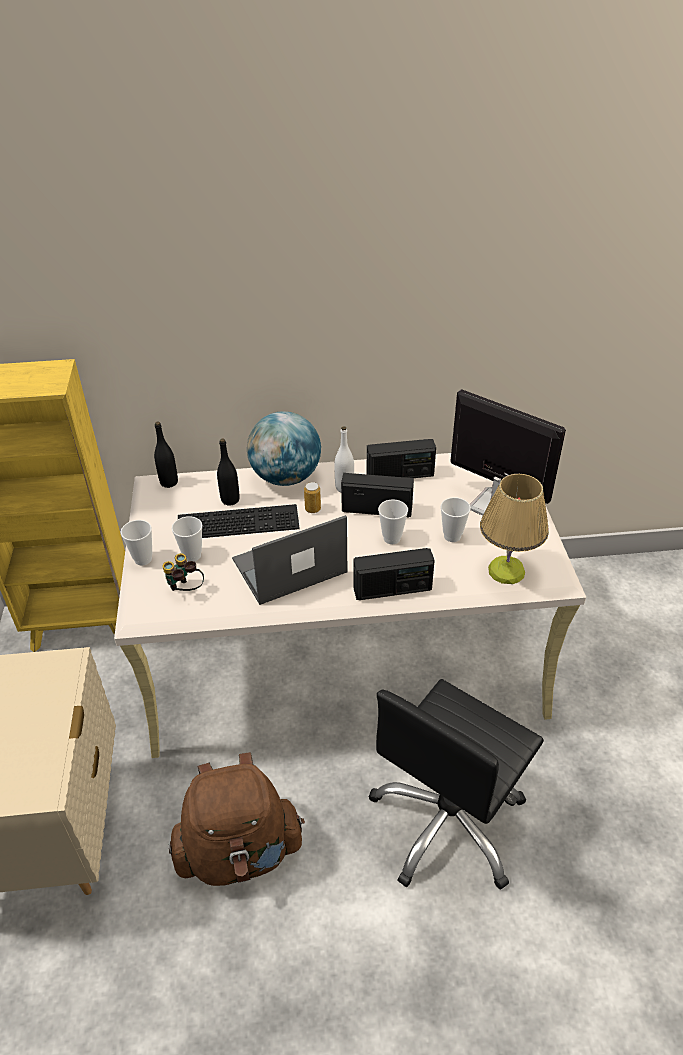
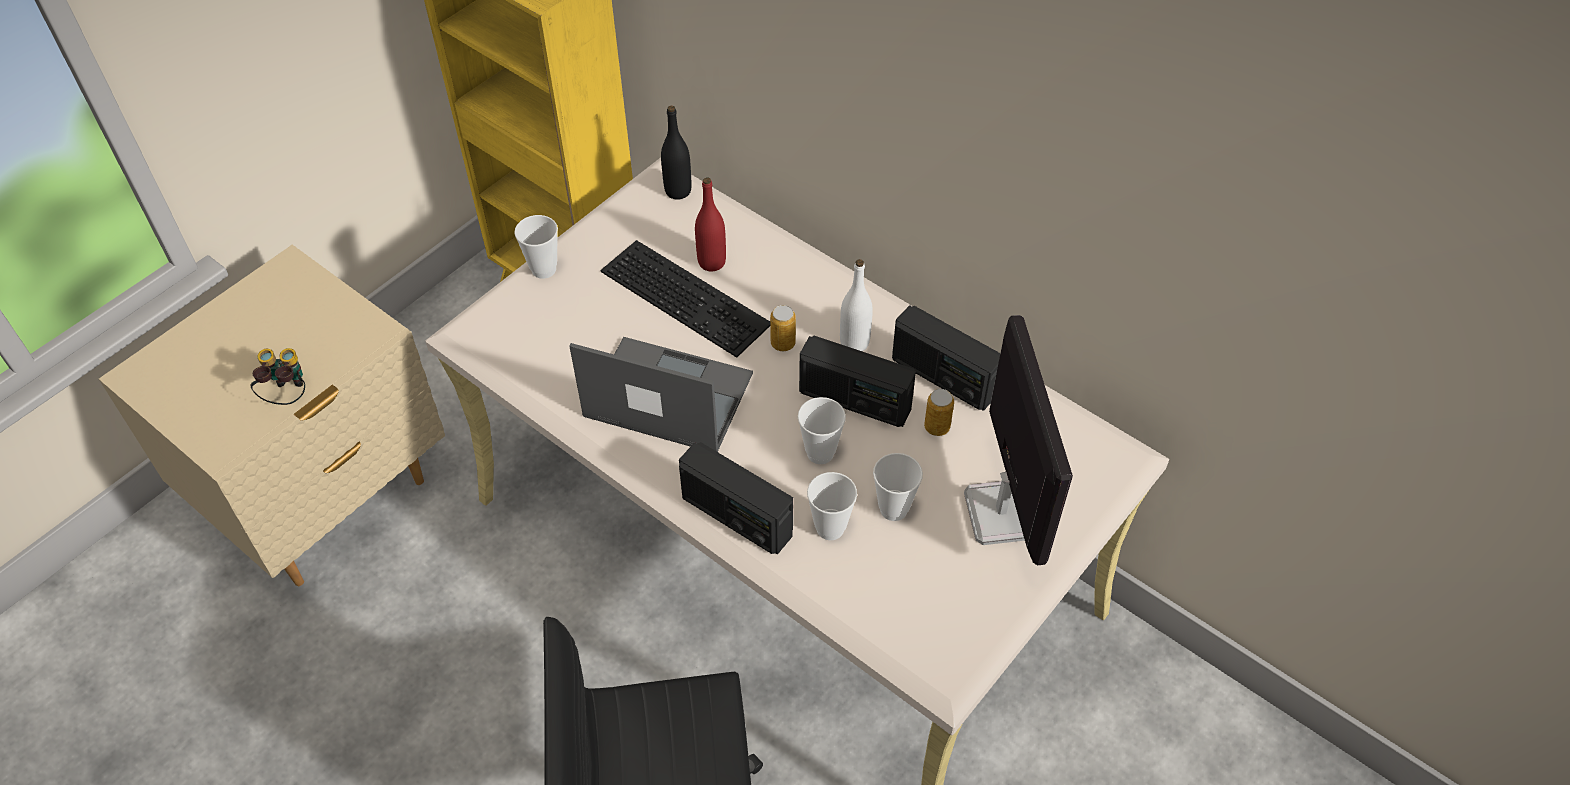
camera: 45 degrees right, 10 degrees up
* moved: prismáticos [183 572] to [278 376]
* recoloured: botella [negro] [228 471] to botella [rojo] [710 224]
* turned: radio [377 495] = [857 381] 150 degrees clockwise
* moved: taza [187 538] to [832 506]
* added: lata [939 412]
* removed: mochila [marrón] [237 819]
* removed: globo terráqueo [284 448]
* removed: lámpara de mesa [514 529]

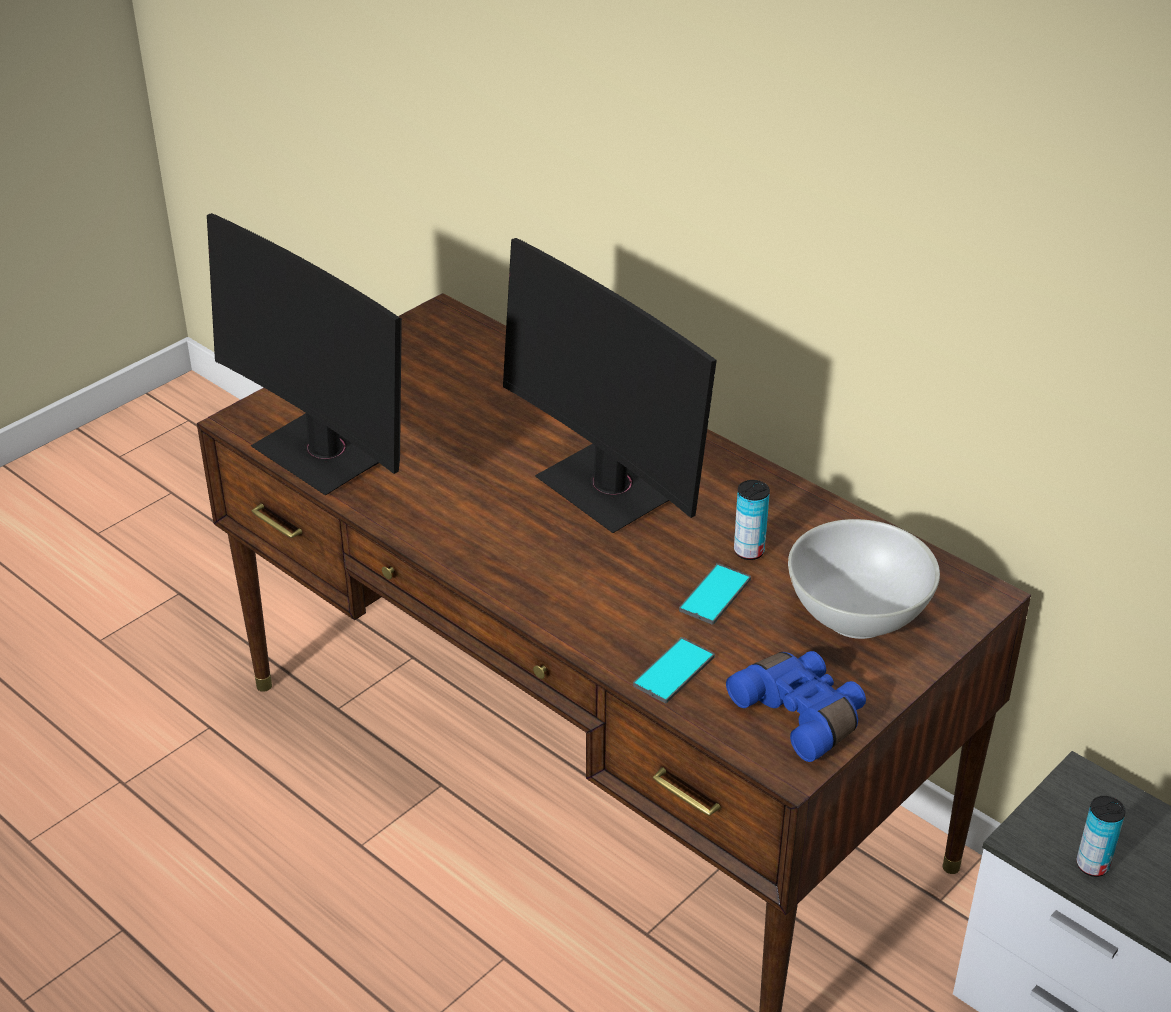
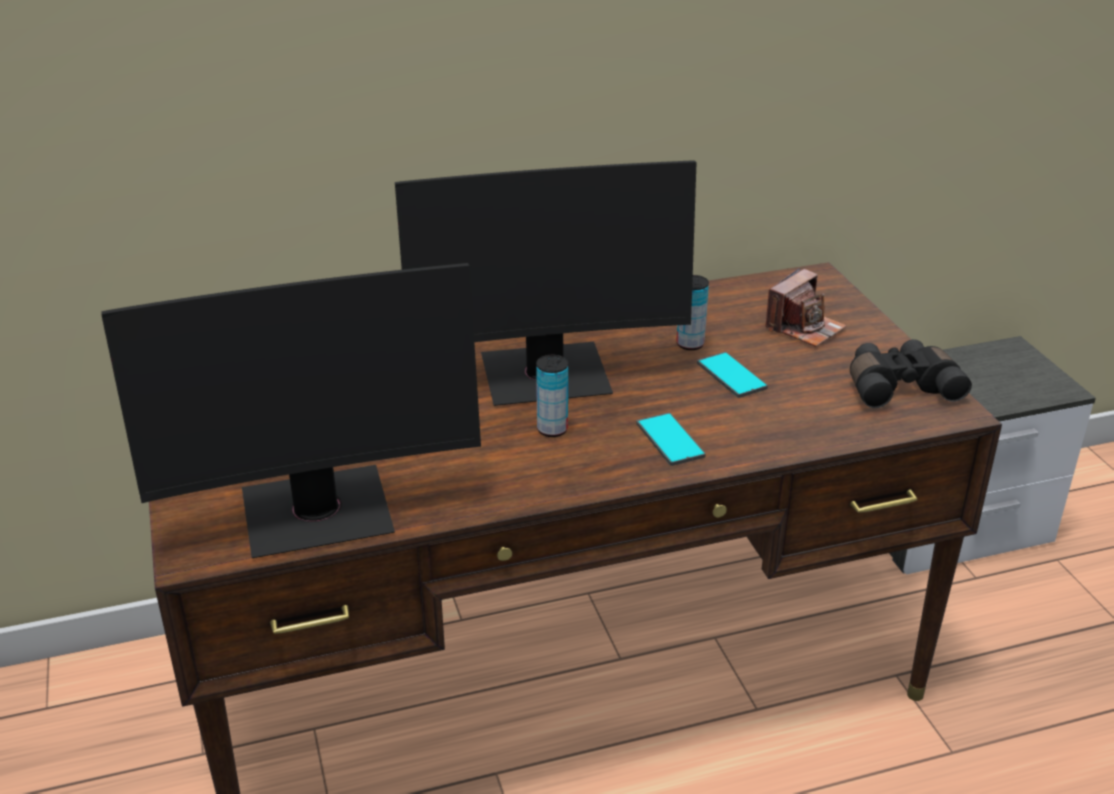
camera: 60 degrees left, 5 degrees down
* moved: lata [1101 836] to [552 396]
* moved: móvil [674 670] to [671 439]
* replaced: cuenco [blanco] [864 579] to cámara [805 307]
* recoloured: prismáticos [azul] [796 706] to prismáticos [negro] [911 373]

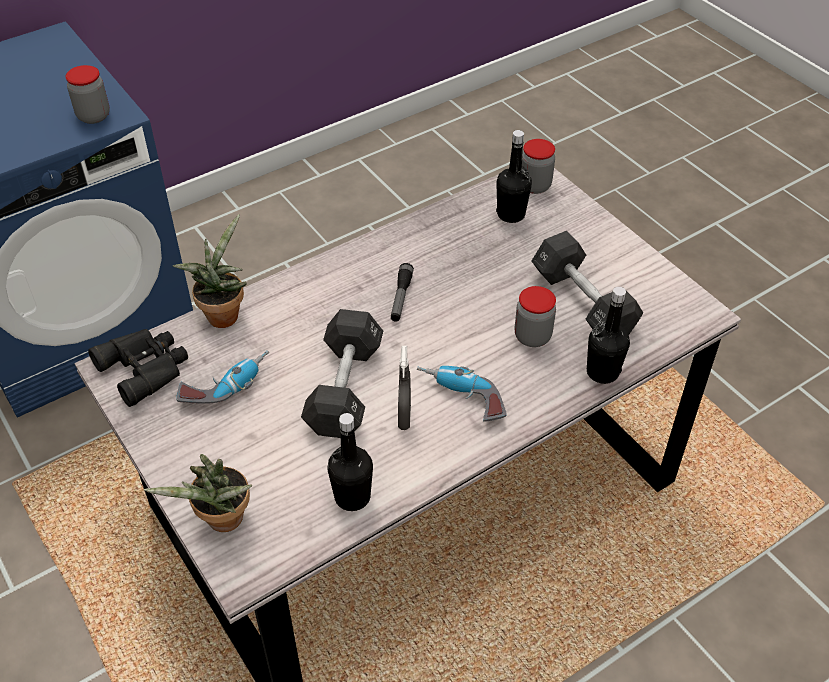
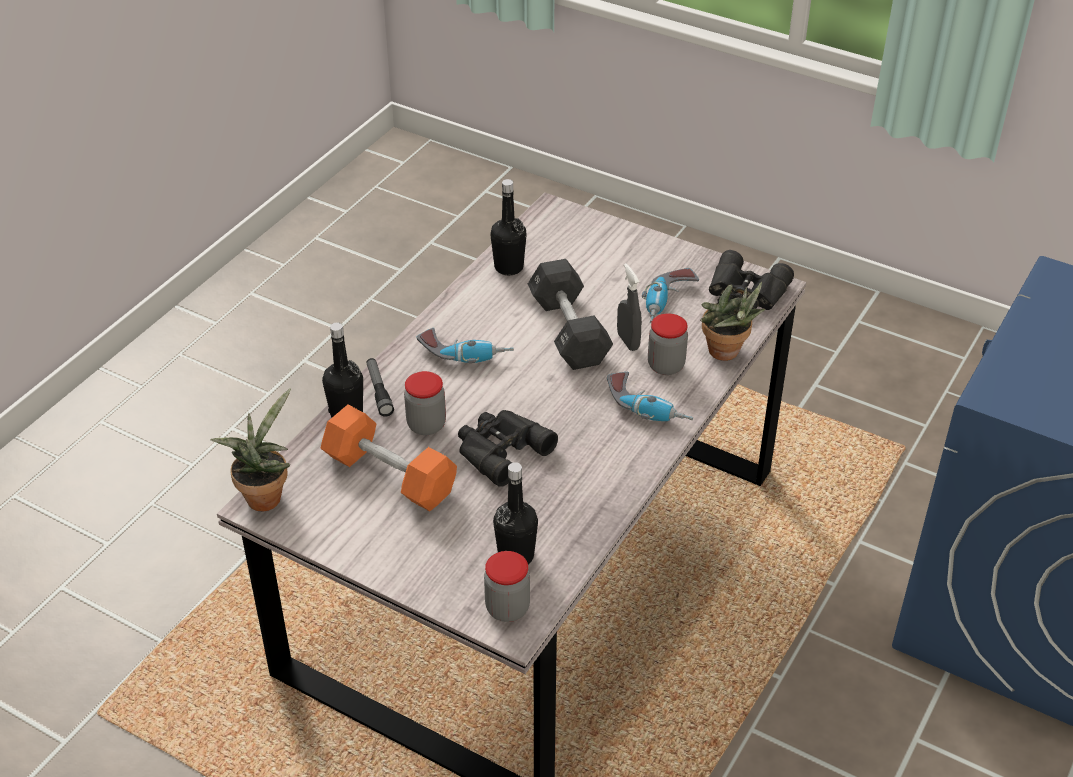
camera: 155 degrees right, 5 degrees down
* moved: planta en maceta [198 493] to [250 450]
* recoloured: mancuerna [negro] [587 282] to mancuerna [naranja] [389 458]
* moved: linterna [402 292] to [380 387]
* added: prismáticos [negro] [508 448]
* added: taladro [650 396]
* moved: pulverizador [gris] [404 388] to [629 307]
* moved: tarro [87 94] to [668 344]

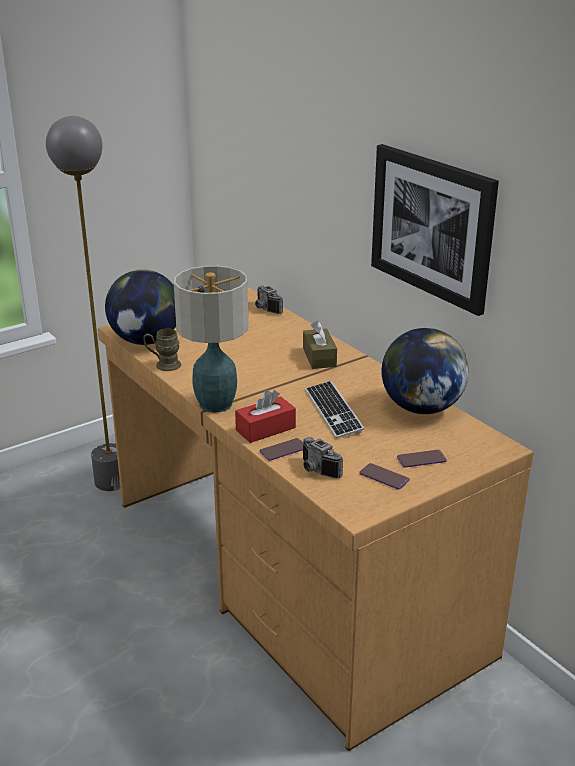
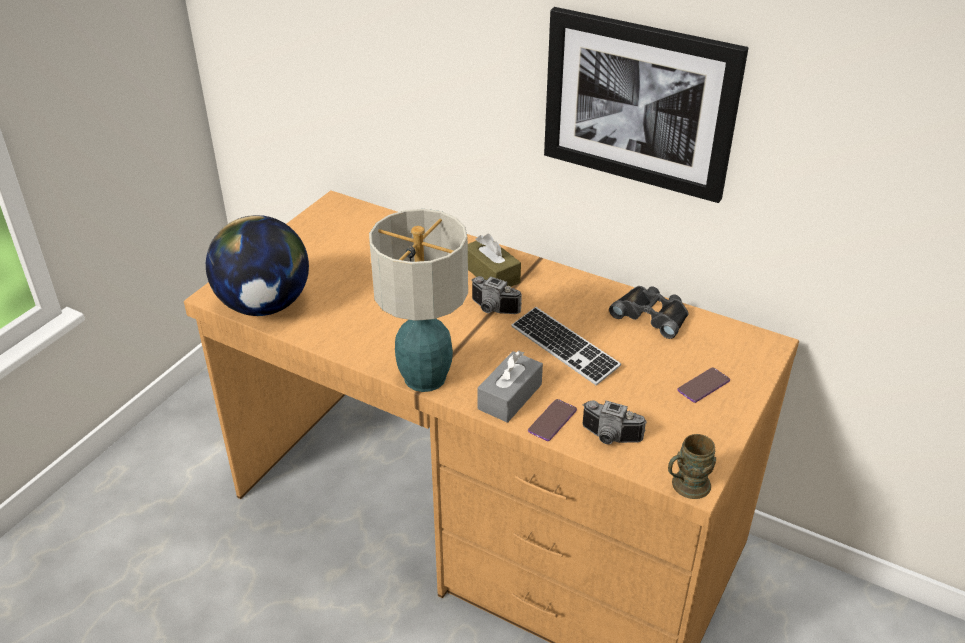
camera: 25 degrees left, 10 degrees up
* moved: cámara [269 300] to [497 295]
* recoloured: caja de pañuelos [rojo] [265 416] to caja de pañuelos [gris] [510 387]
* replaced: globo terráqueo [425 371] to prismáticos [negro] [648 312]
* moved: taza grande [marrón] [162 350] to [692 466]
* removed: lámpara de pie [gris] [83 303]
* removed: móvil [384 476]

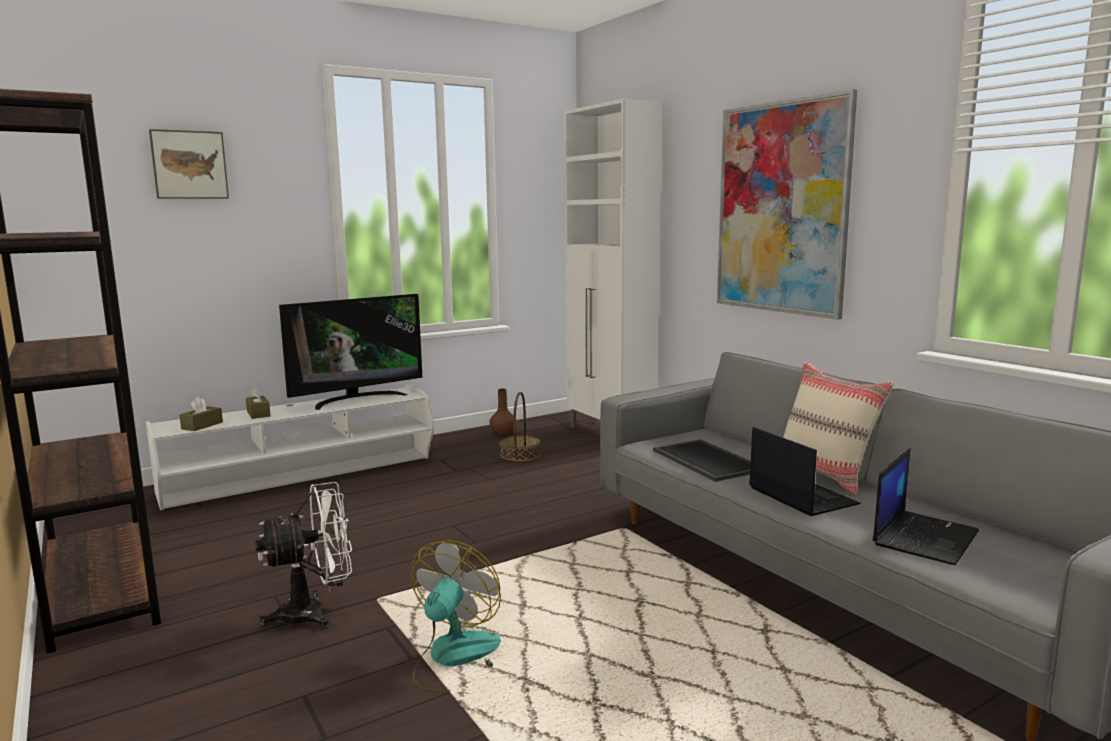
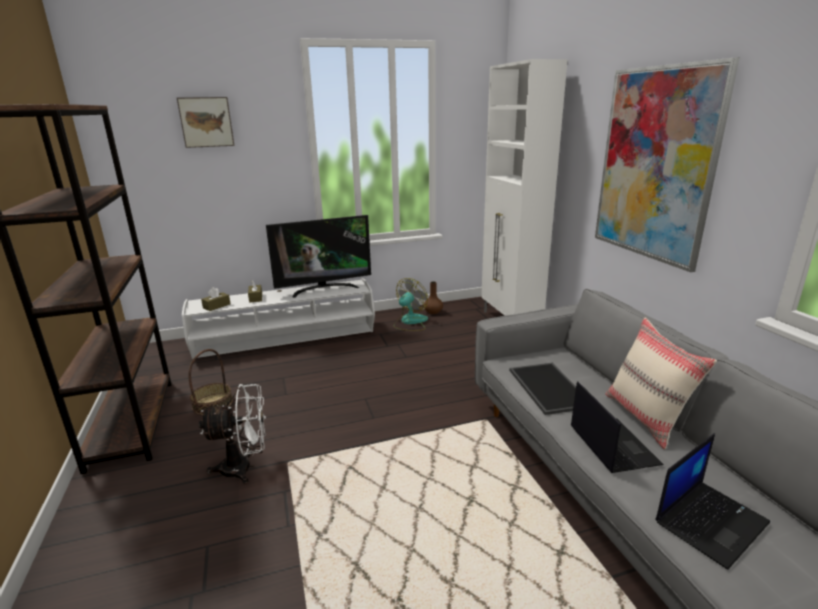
camera: 15 degrees right, 10 degrees up
* moved: cesta [520 427] to [211 382]
* moved: ventilador [456 616] to [410 304]

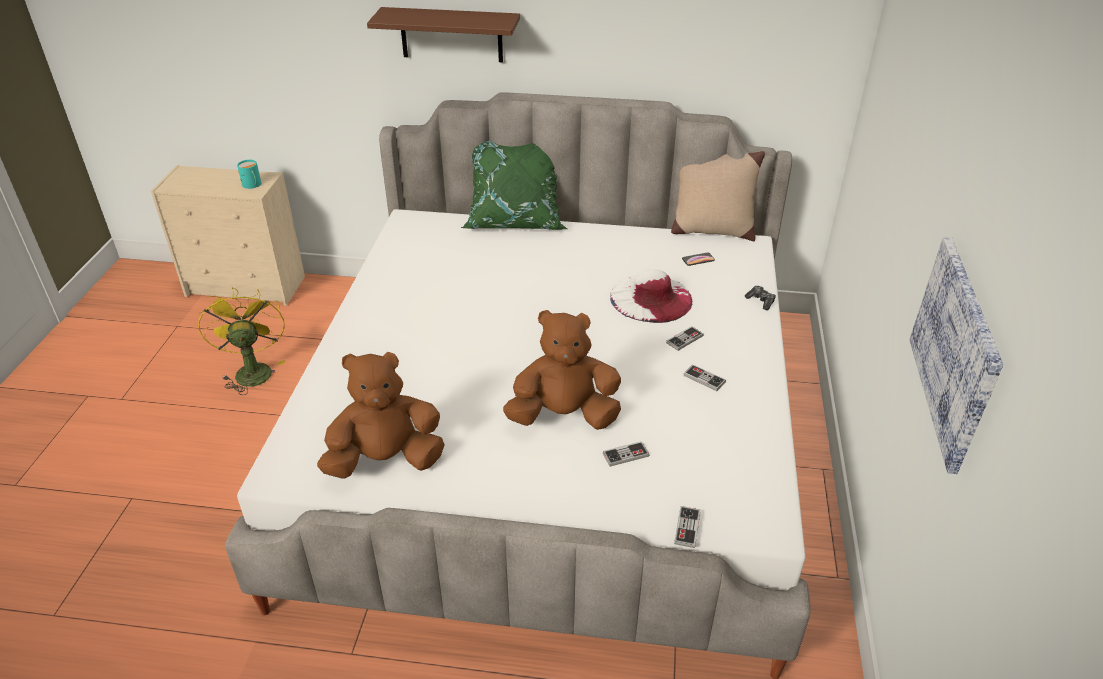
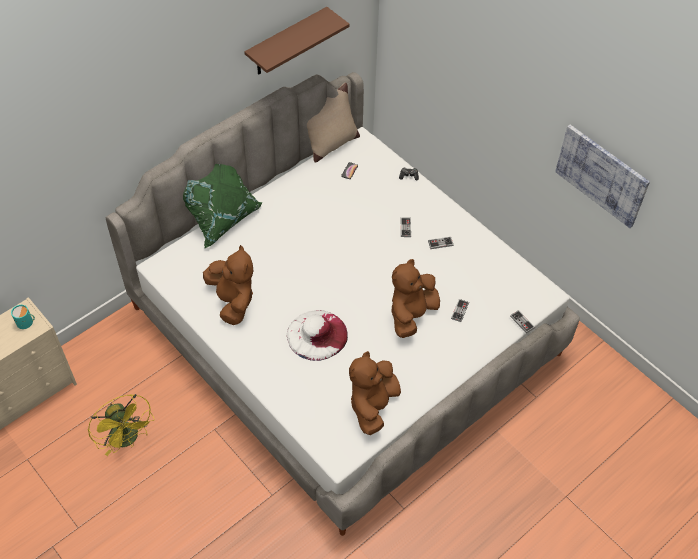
camera: 50 degrees left, 15 degrees up
* turned: ventilador [amarillo] [242 341] = [121 425] 150 degrees counterclockwise
* added: peluche [marrón] [228 285]
* moved: estante [marrón] [443 34] to [297 41]
* moved: sombrero [blanco] [651 296] to [317 335]

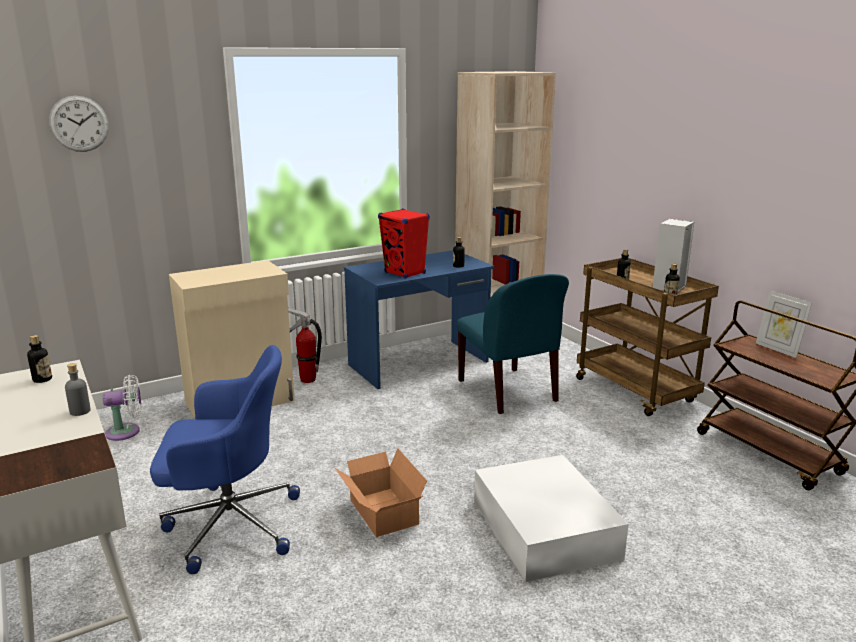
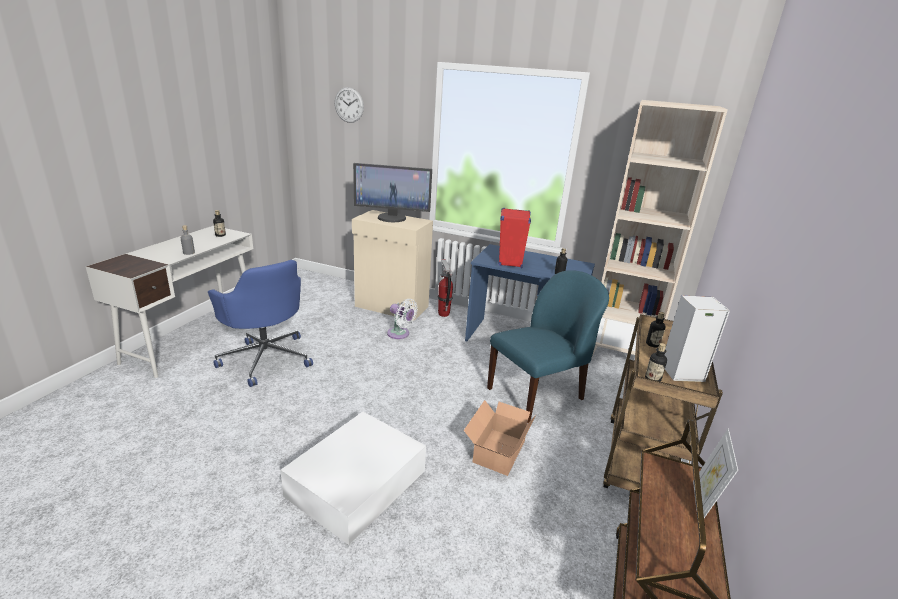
camera: 50 degrees right, 5 degrees up
* added: monitor [392 192]
* moved: ventilador [blanco] [122 408] to [402 319]
* moved: caja de cartón [380 492] to [500 438]
* turned: silla [azul] [513 344] = [548 346] 150 degrees counterclockwise

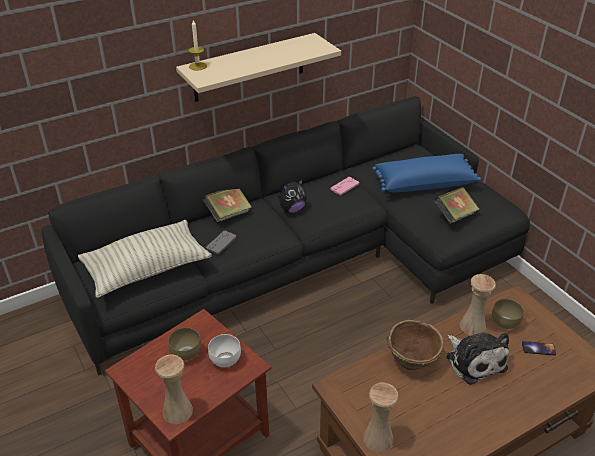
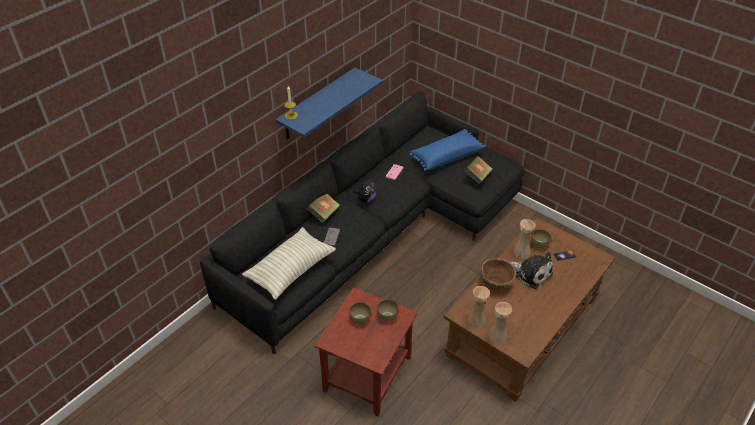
camera: 20 degrees left, 5 degrees up
* recoloured: estante [beis] [258 67] to estante [azul] [329 103]
* recoloured: cuenco [blanco] [224 350] to cuenco [marrón] [387 310]
* moved: florero [beis] [174 389] to [479 307]

